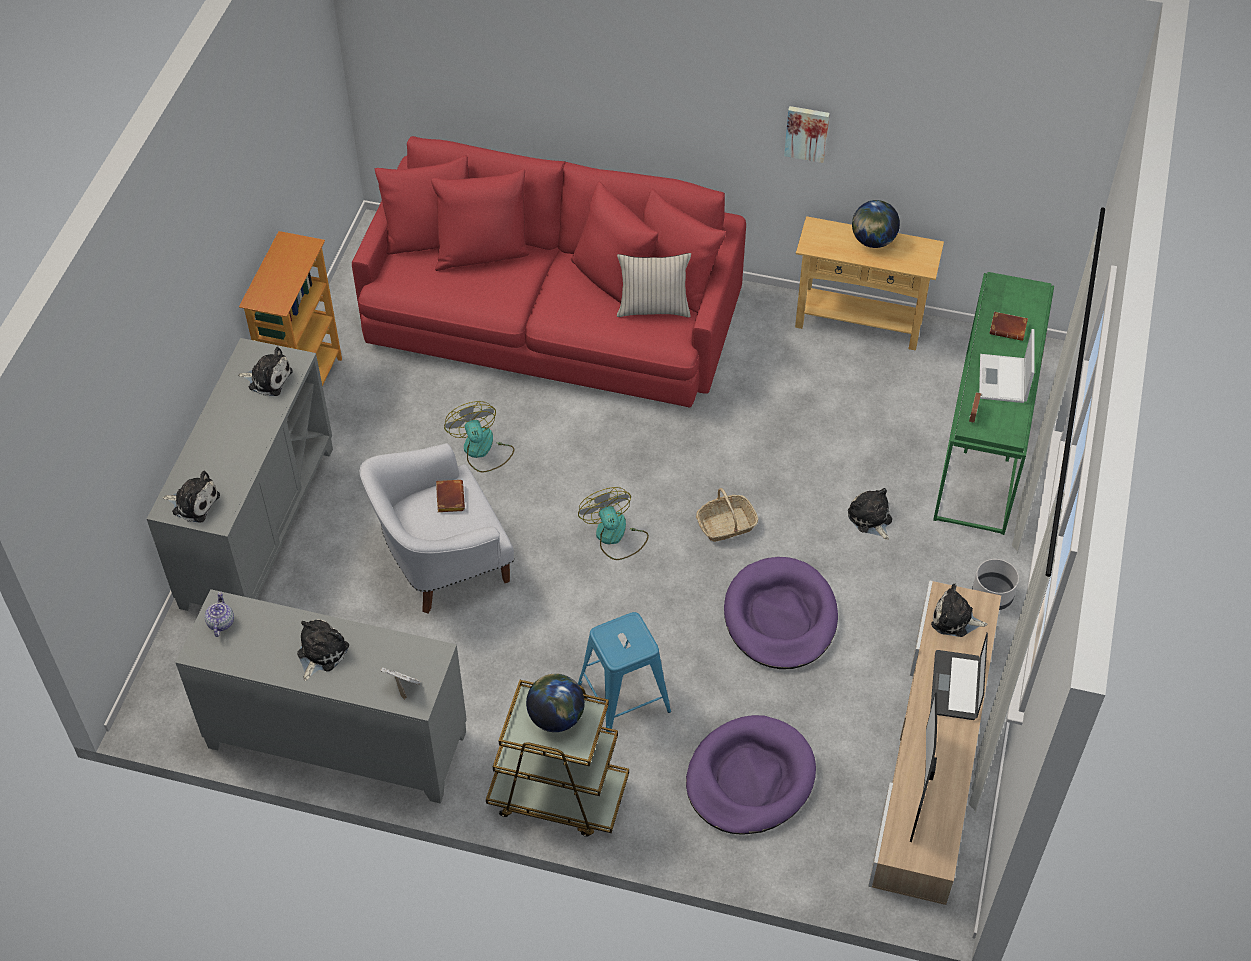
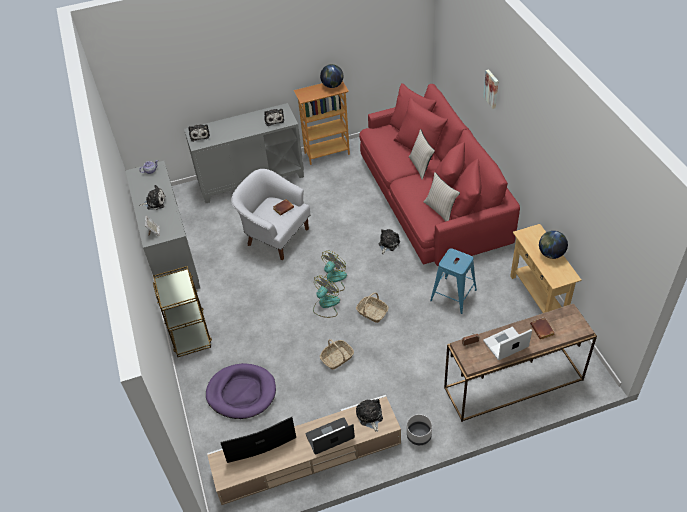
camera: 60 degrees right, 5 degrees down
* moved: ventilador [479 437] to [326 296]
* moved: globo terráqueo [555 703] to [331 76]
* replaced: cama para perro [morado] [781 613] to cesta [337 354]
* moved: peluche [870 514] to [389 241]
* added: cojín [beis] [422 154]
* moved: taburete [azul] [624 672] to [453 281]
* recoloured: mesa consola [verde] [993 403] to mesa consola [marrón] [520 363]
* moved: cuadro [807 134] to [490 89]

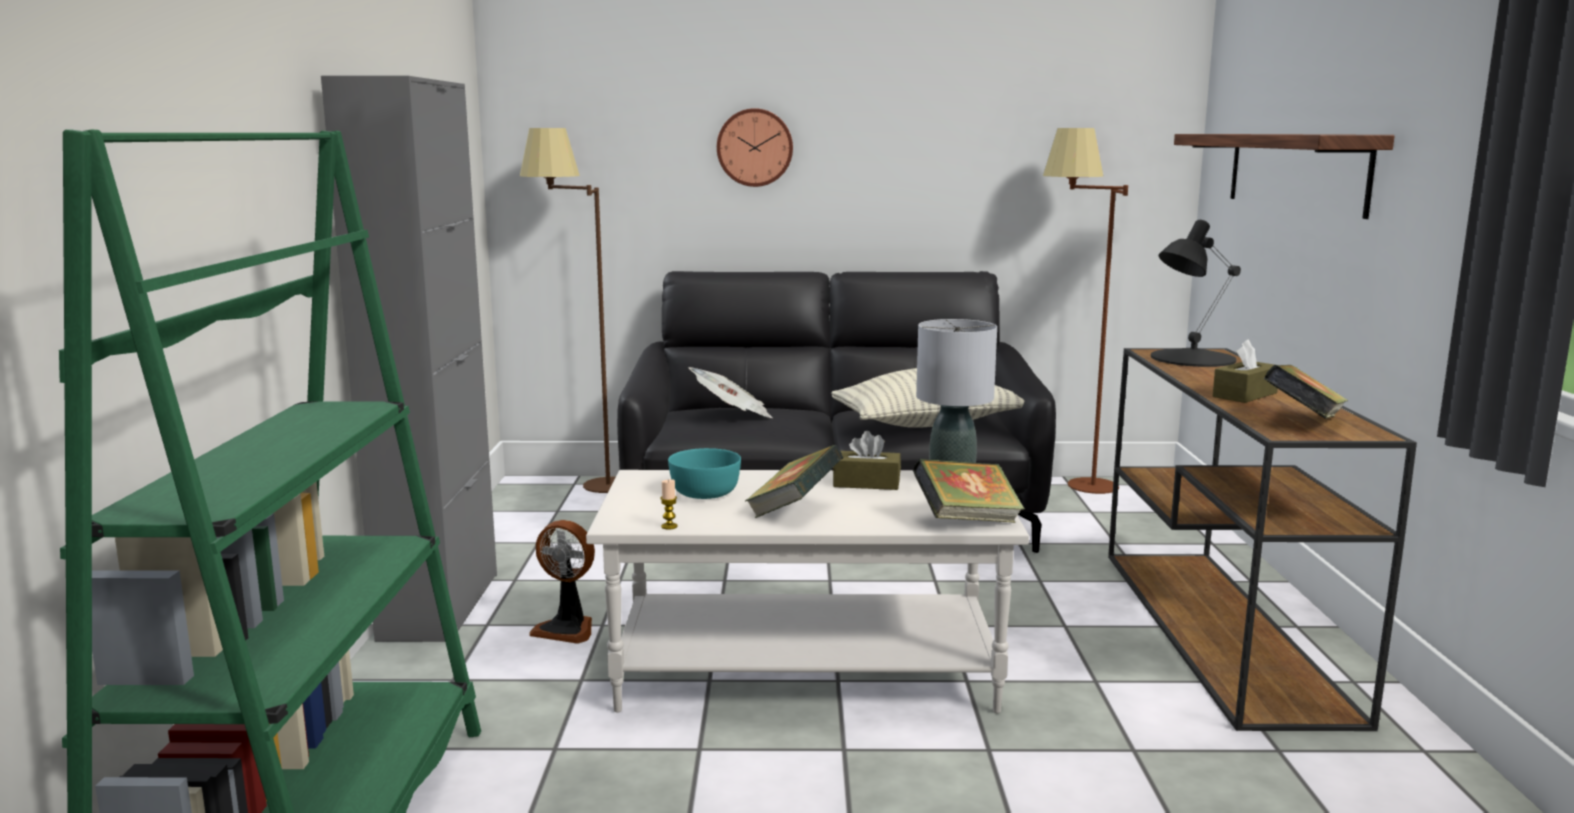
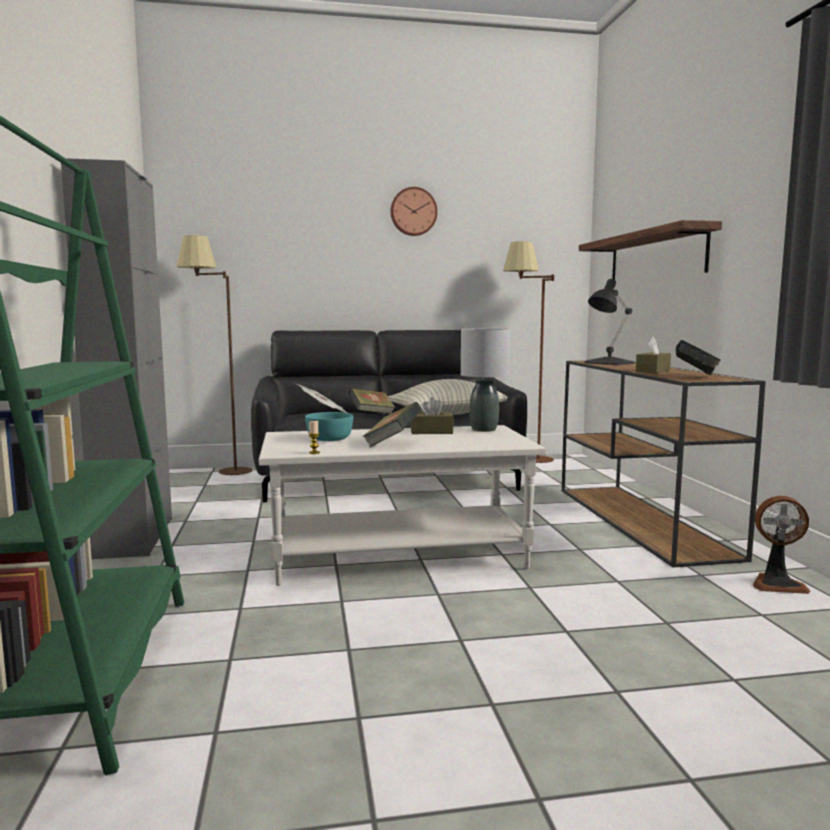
camera: 10 degrees left, 5 degrees down
* moved: libro [969 491] to [372 401]
* moved: reloj de pared [755 147] to [414 211]
* moved: ventilador [562 582] to [782 545]

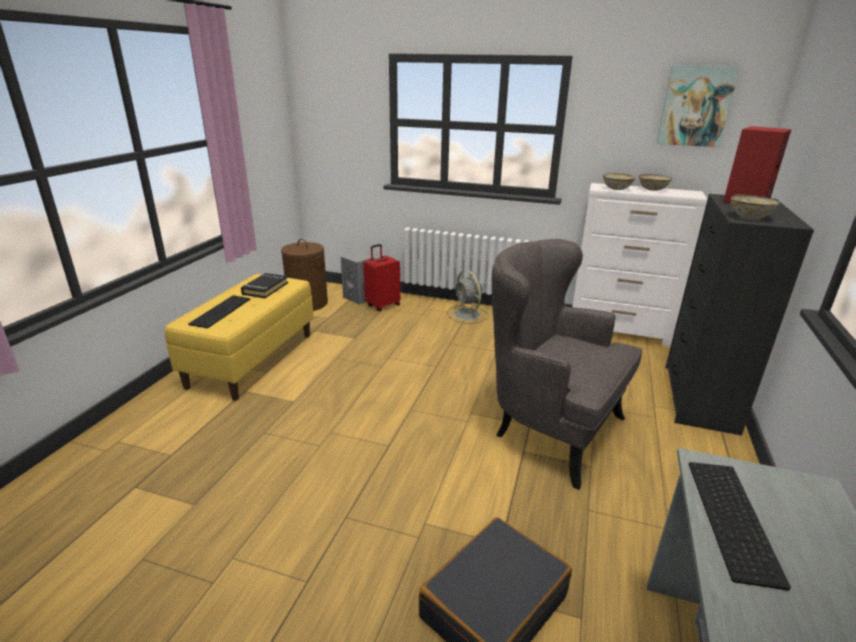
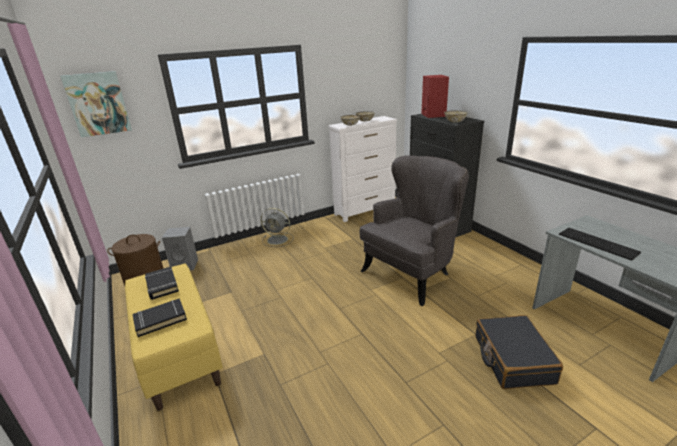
camera: 45 degrees left, 0 degrees up
* moved: cuadro [698 106] to [96 104]
* replaced: teclado [219 311] to libro [negro] [159 317]
* turned: sillón [gris] [567 364] = [414 230] 150 degrees clockwise
* removed: maleta [rojo] [381 277]

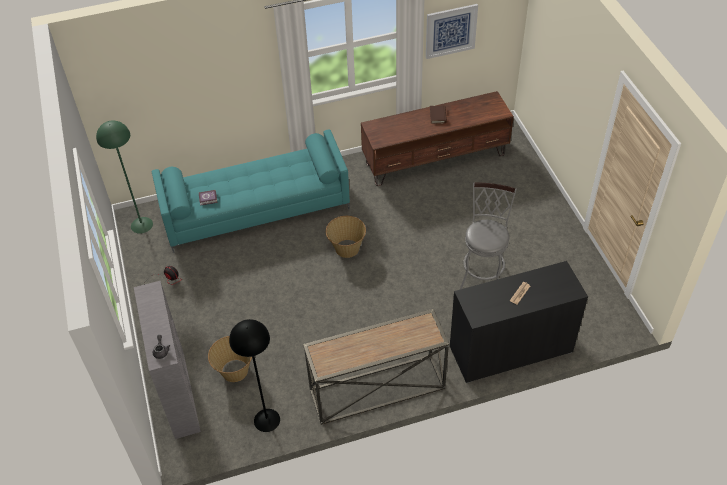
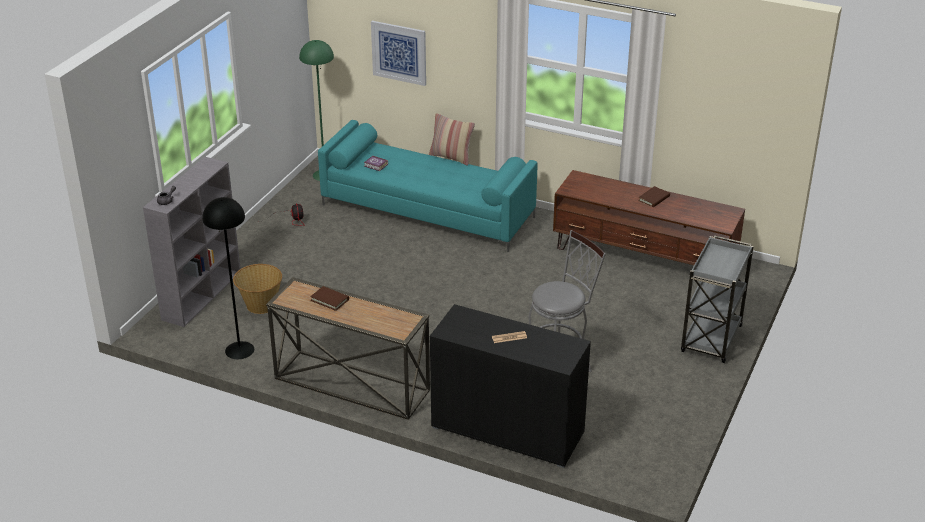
camera: 40 degrees right, 15 degrees down
* added: libro [marrón] [329 298]
* moved: cuadro [452 31] to [398 53]
* added: cojín [452 139]
* added: carrito [gris] [717 299]
* removed: cesta [346 237]

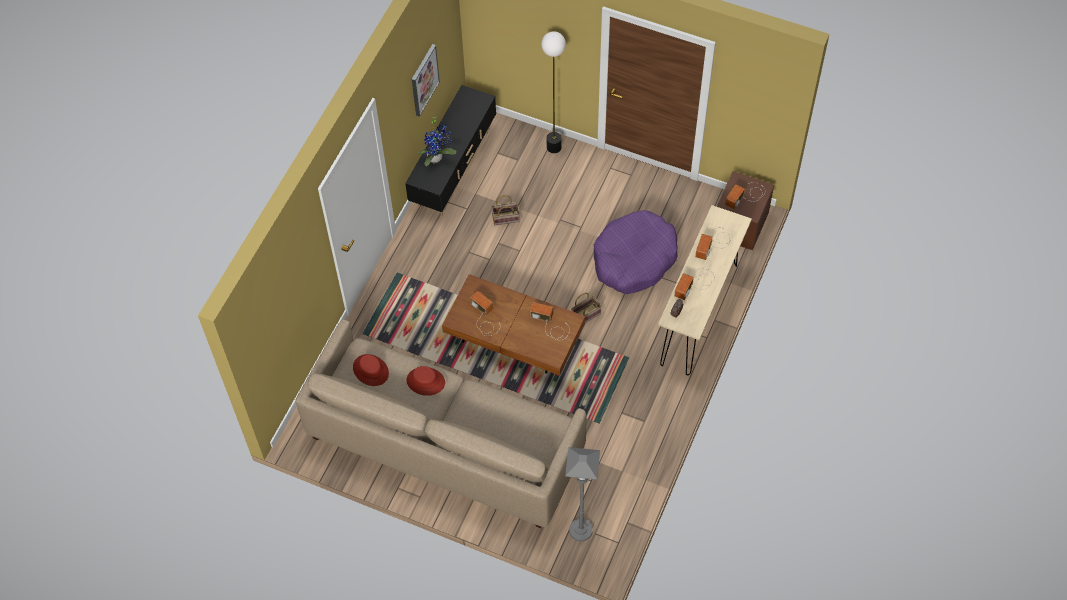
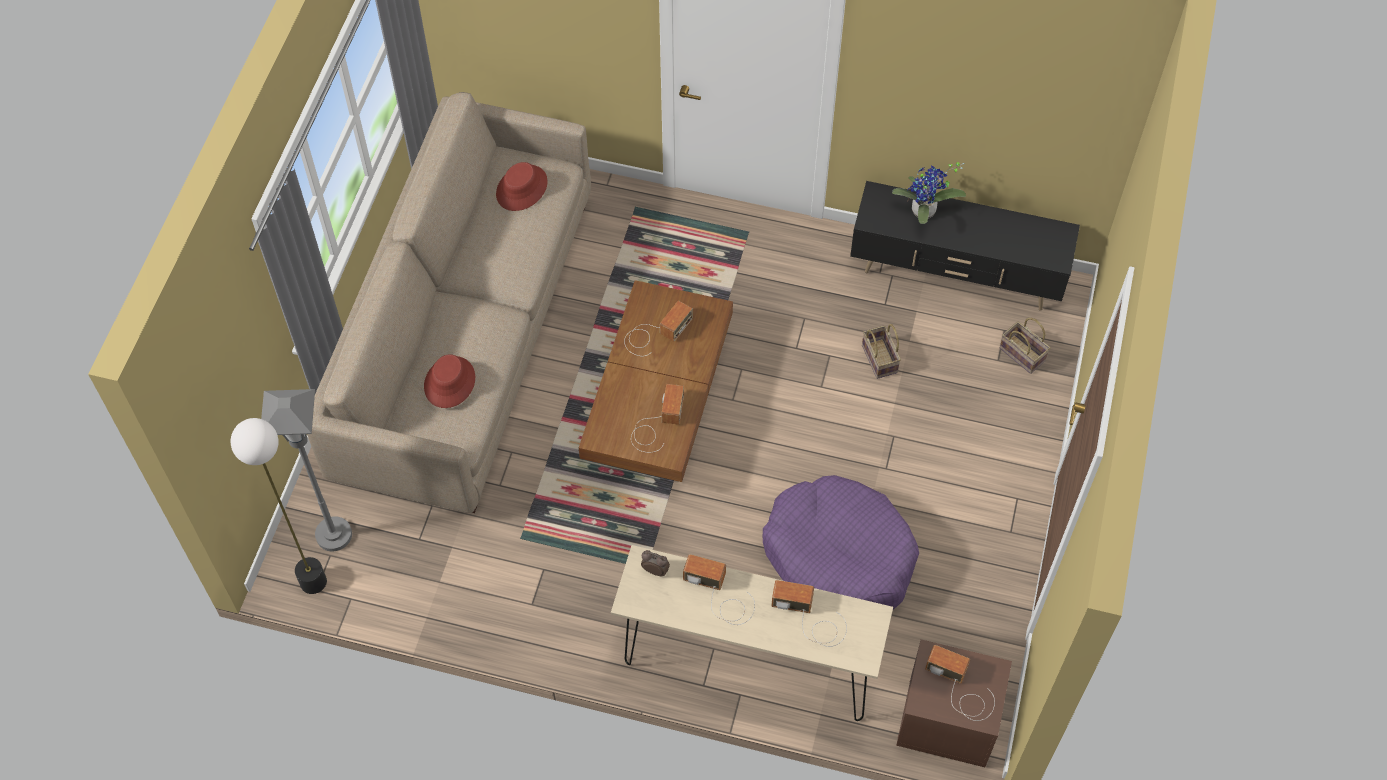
camera: 80 degrees right, 0 degrees up
* moved: lámpara de pie [553 92] to [279 506]
* moved: sombrero [rojo] [426 381] to [449 381]
* moved: cesta [586 308] to [1025 346]
* removed: cuadro [426 80]

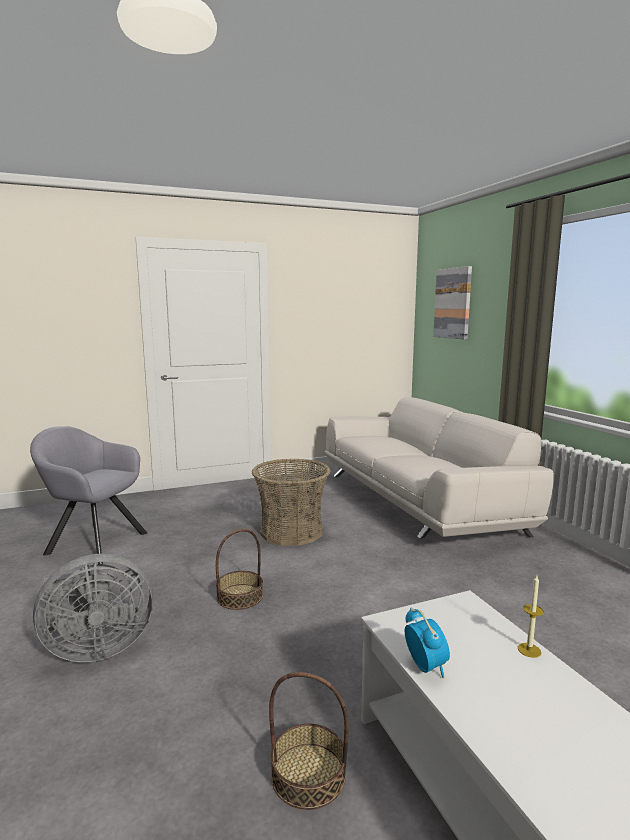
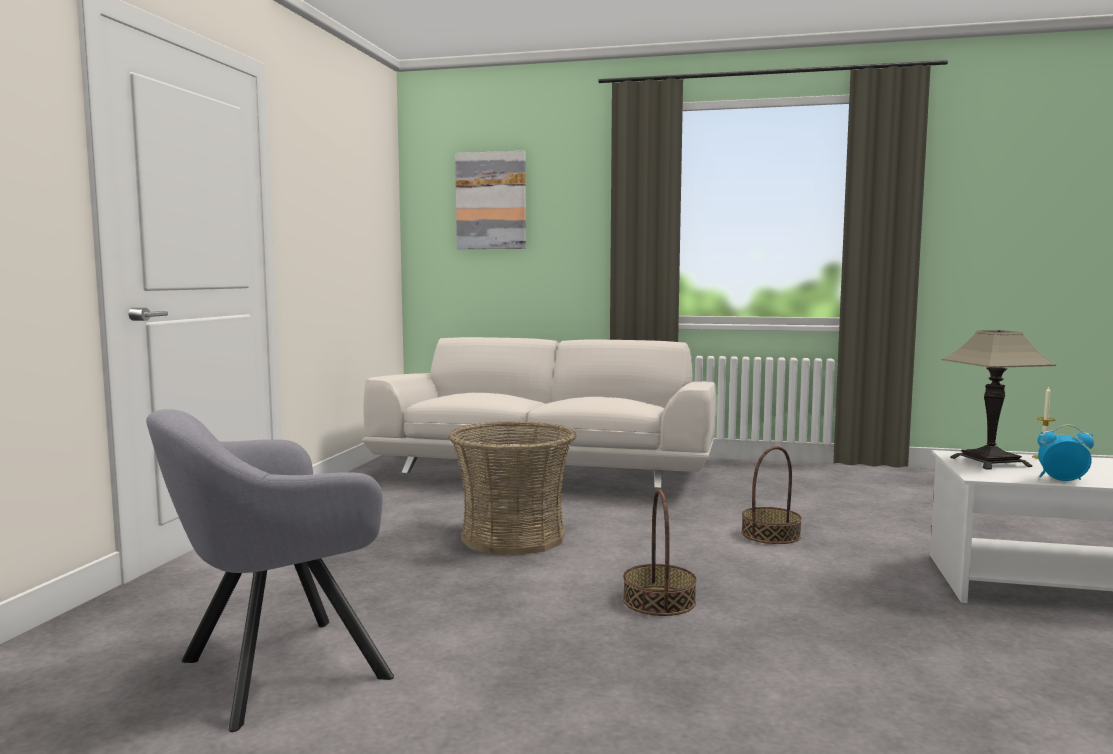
camera: 55 degrees left, 5 degrees down
* moved: cesta [309 741] to [771 495]
* added: lámpara de mesa [999 400]
* removed: ventilador [gris] [93 607]

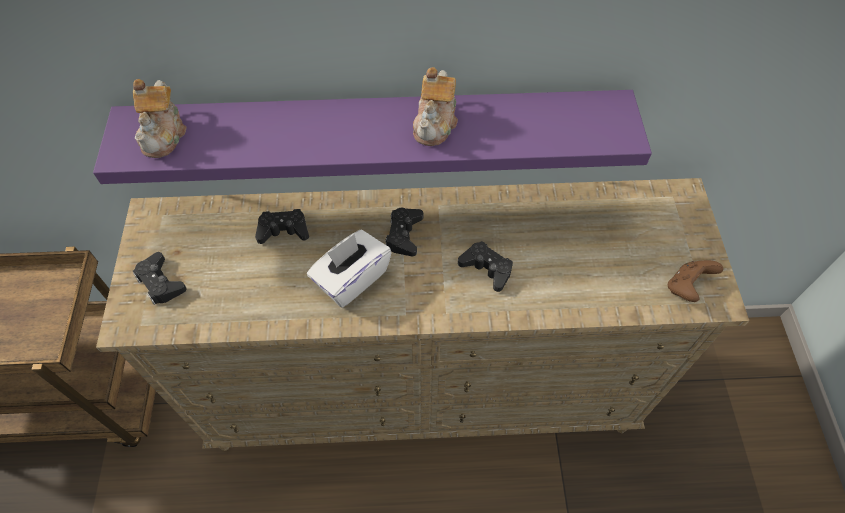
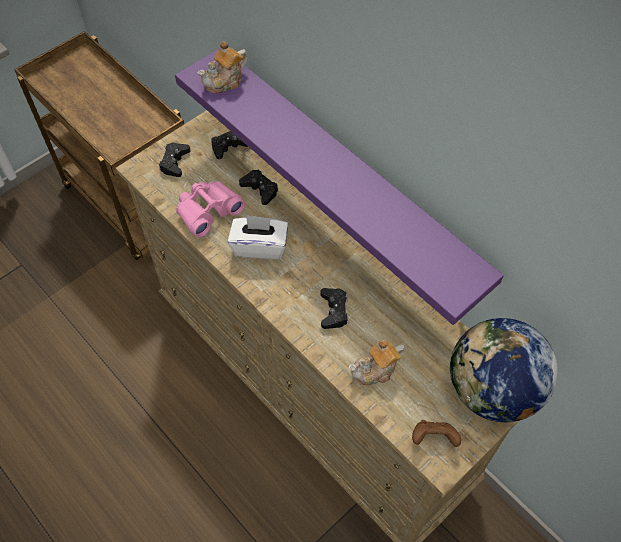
camera: 50 degrees right, 0 degrees up
* added: prismáticos [rosa] [210 209]
* moved: mando de consola [negro] [404 232] to [229 145]
* moved: tetera [435 106] to [377 362]
* added: globo terráqueo [504 370]

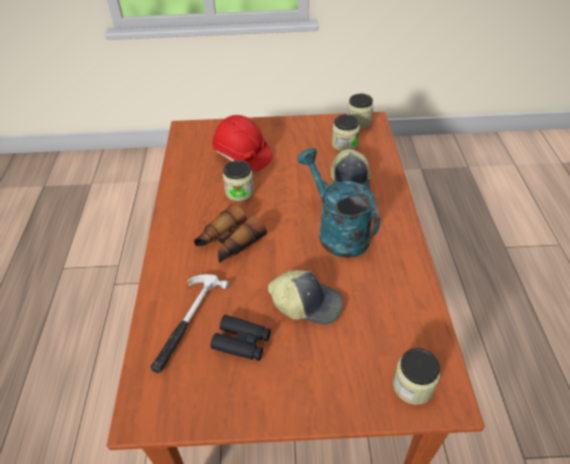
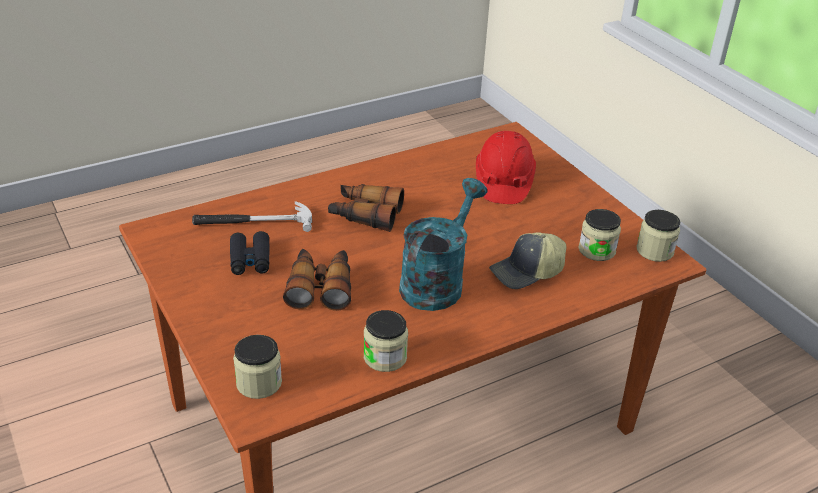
camera: 60 degrees right, 10 degrees down
* replaced: gorra [305 297] to prismáticos [317 280]
* moved: tarro [238 180] to [386 341]

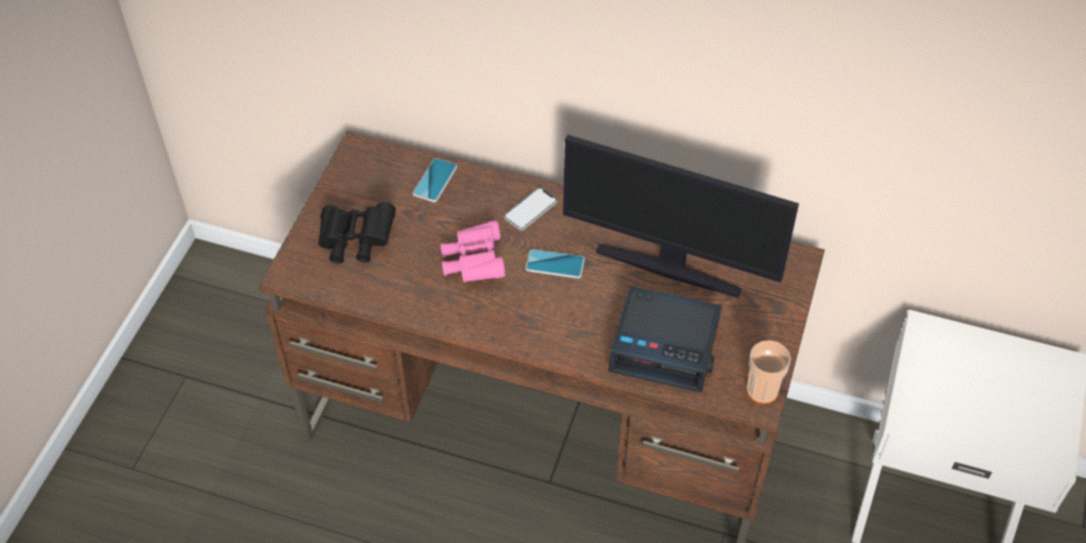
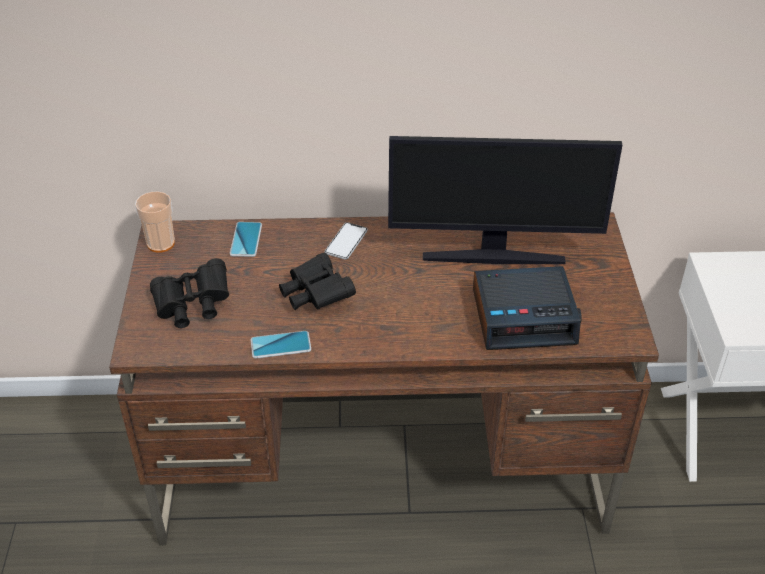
camera: 20 degrees left, 10 degrees down
* moved: taza [768 372] to [155 222]
* moved: móvil [555 263] to [281 345]
* recoloured: prismáticos [rosa] [473 252] to prismáticos [negro] [317 281]

